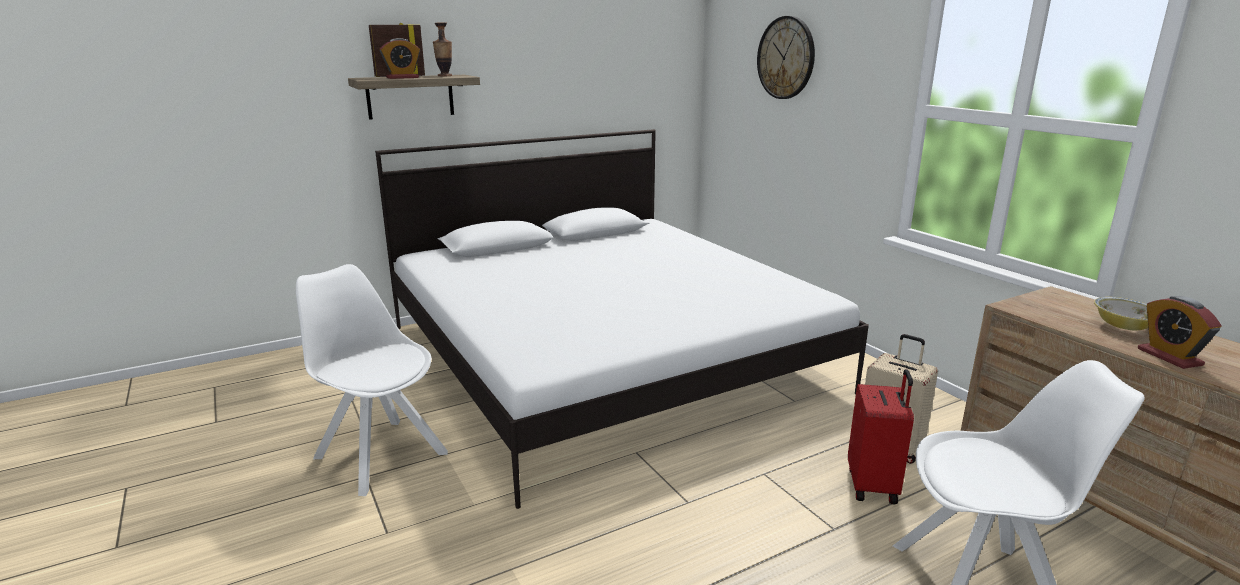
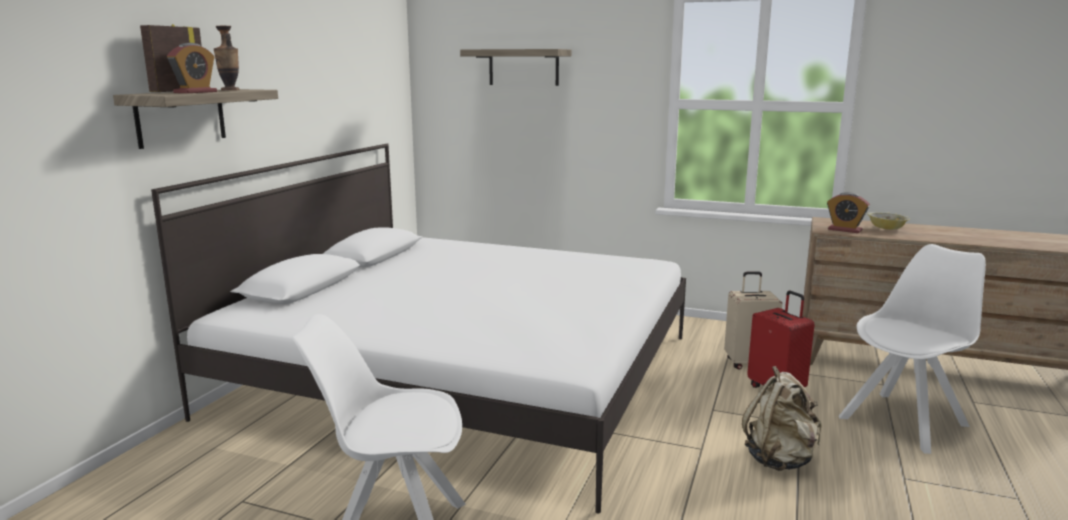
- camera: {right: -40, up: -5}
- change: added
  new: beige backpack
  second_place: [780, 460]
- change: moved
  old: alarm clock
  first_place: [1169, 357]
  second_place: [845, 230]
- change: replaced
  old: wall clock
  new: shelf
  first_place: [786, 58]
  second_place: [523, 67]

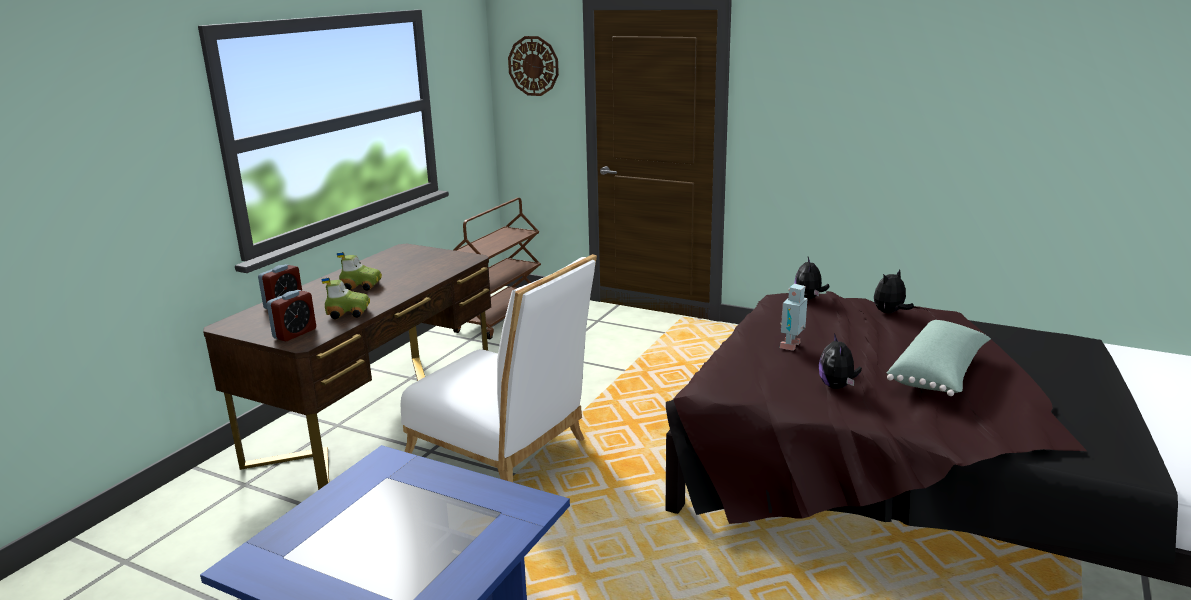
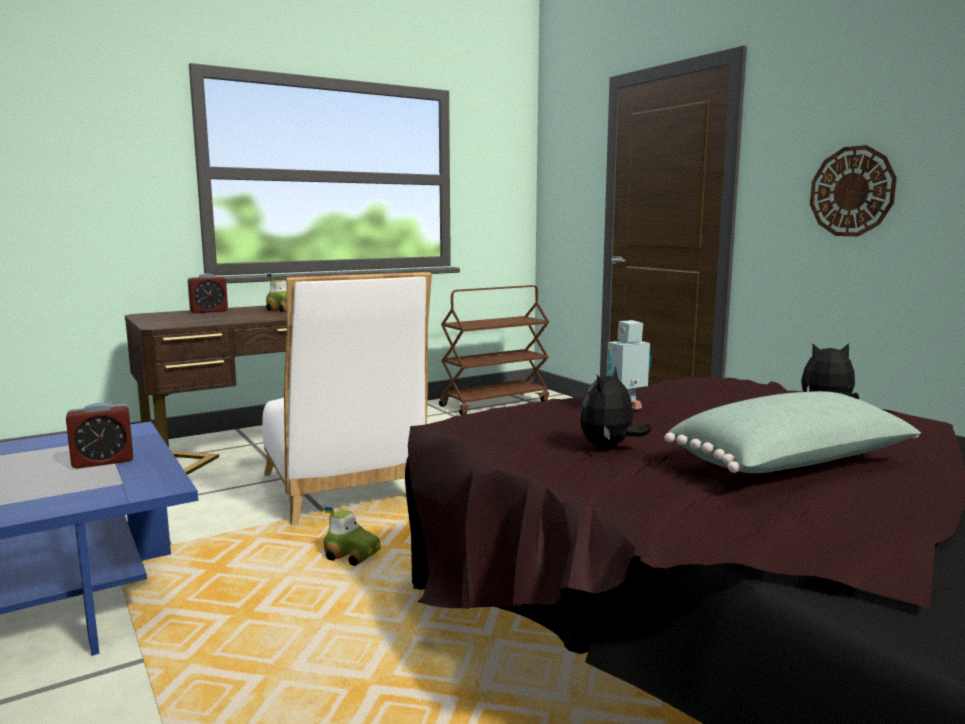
- camera: {right: 30, up: -10}
- change: removed
  old: plush toy
  first_place: [809, 298]
- change: moved
  old: alarm clock
  first_place: [295, 333]
  second_place: [103, 461]
- change: moved
  old: toy car
  first_place: [348, 313]
  second_place: [353, 555]
- change: moved
  old: wall clock
  first_place: [533, 66]
  second_place: [852, 191]

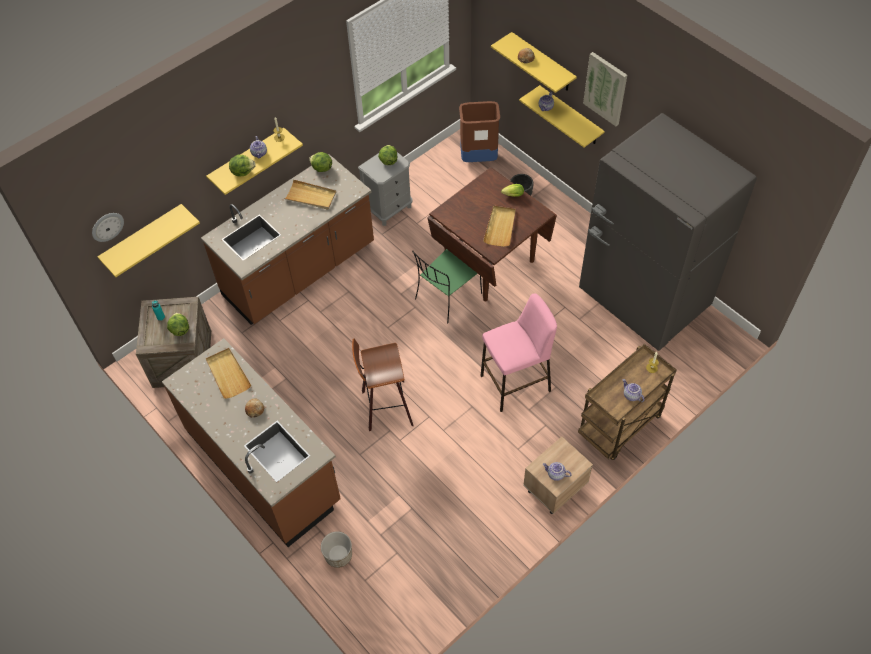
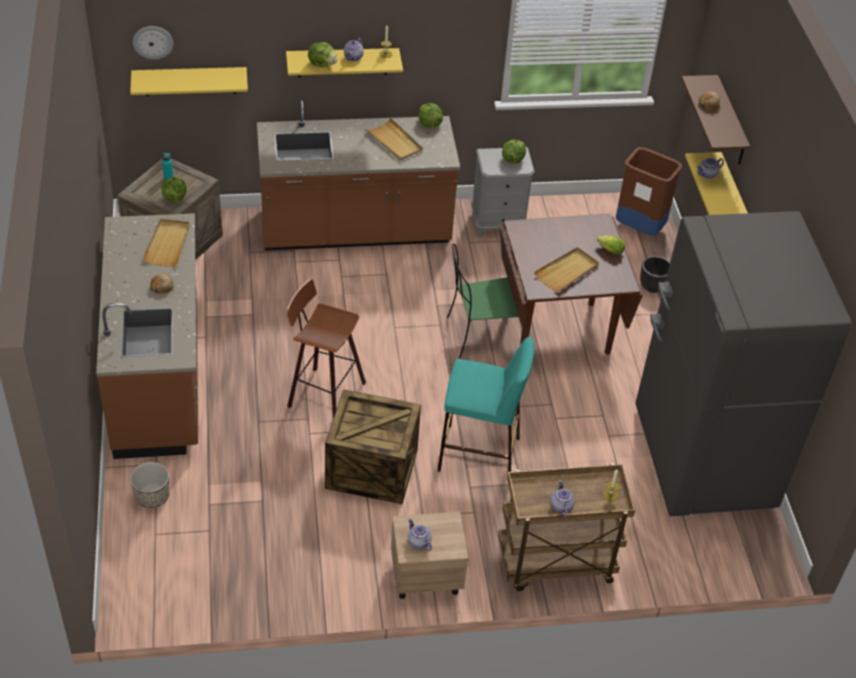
- camera: {right: 30, up: -10}
- change: removed
  old: picture
  first_place: [605, 88]
- change: added
  new: crate
  second_place: [371, 470]
- change: recoloured
  old: pink stool
  new: turquoise stool
  first_place: [516, 383]
  second_place: [479, 454]
- change: recoloured
  old: yellow shelf
  new: brown shelf
  first_place: [542, 63]
  second_place: [730, 122]

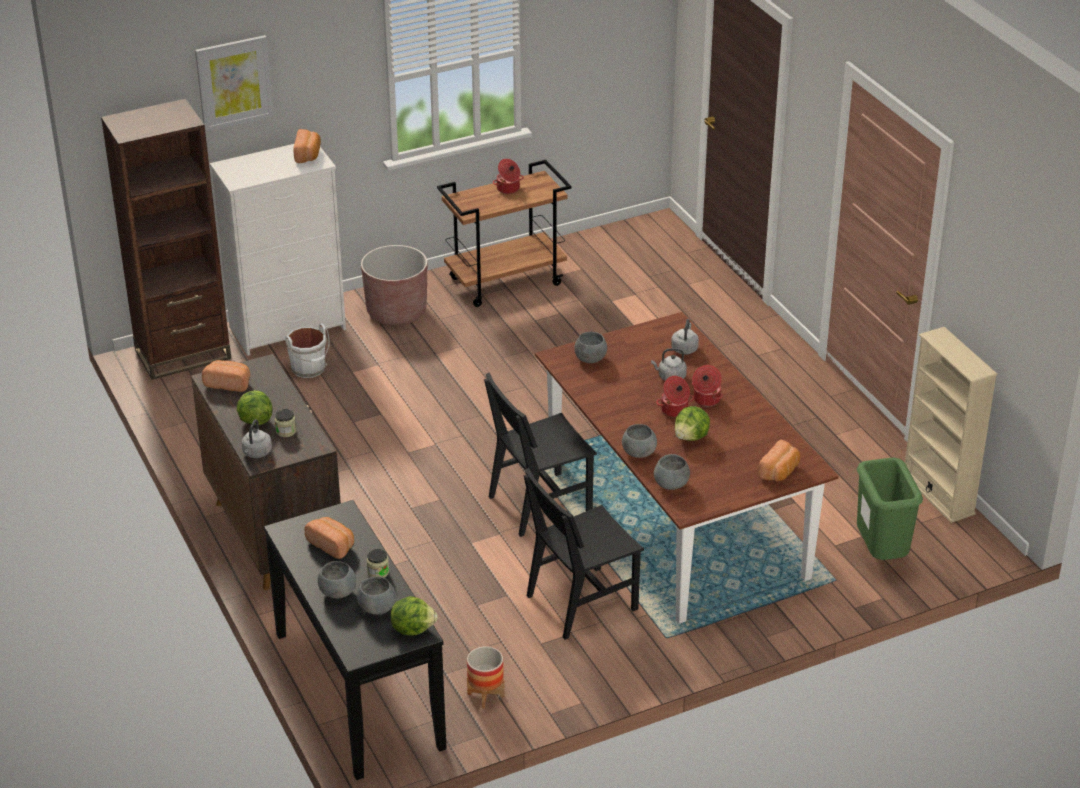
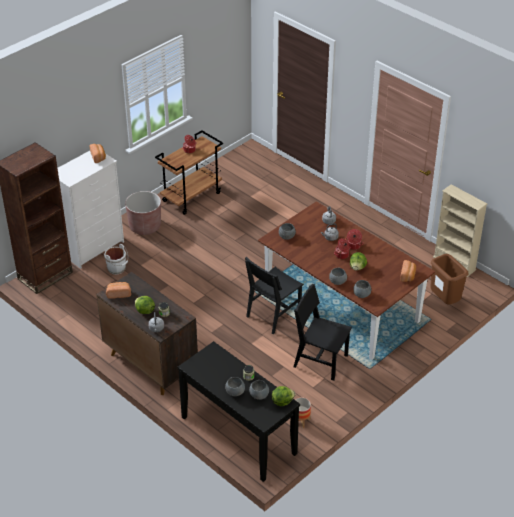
- camera: {right: -20, up: 5}
- change: removed
  old: picture
  first_place: [234, 82]
- change: removed
  old: bread
  first_place: [332, 545]
- change: recoloured
  old: green trash can
  new: brown trash can
  first_place: [881, 554]
  second_place: [445, 301]
- change: turned
  old: black chair
  first_place: [581, 602]
  second_place: [320, 361]
  degrees: 75

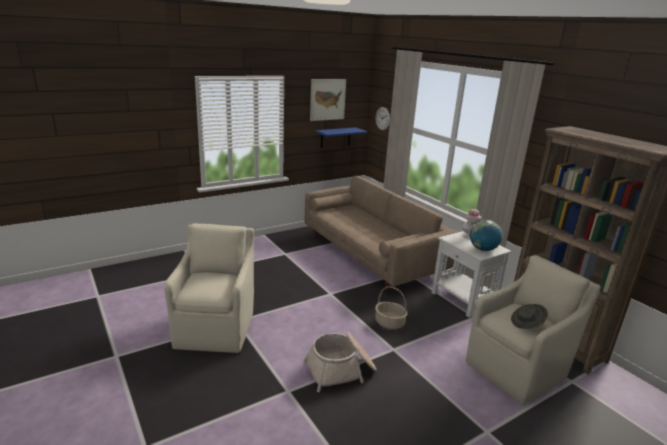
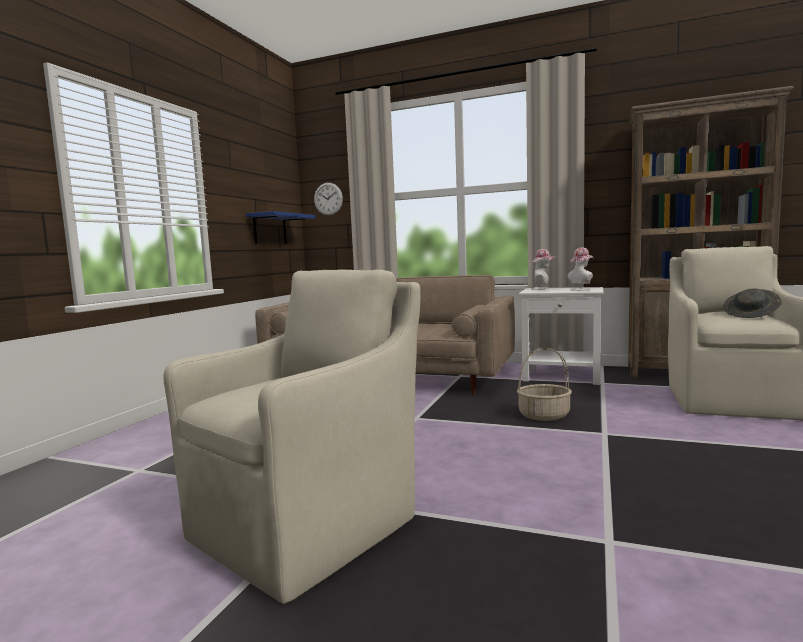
- camera: {right: -35, up: -15}
- change: removed
  old: basket
  first_place: [341, 370]
- change: removed
  old: picture
  first_place: [327, 99]
- change: replaced
  old: globe
  new: hat
  first_place: [483, 249]
  second_place: [581, 289]
- change: turned
  old: beige armchair
  first_place: [216, 328]
  second_place: [310, 525]
  degrees: 75

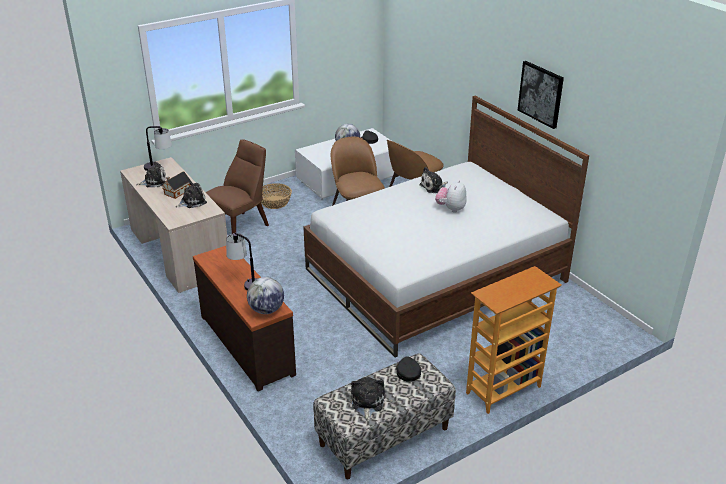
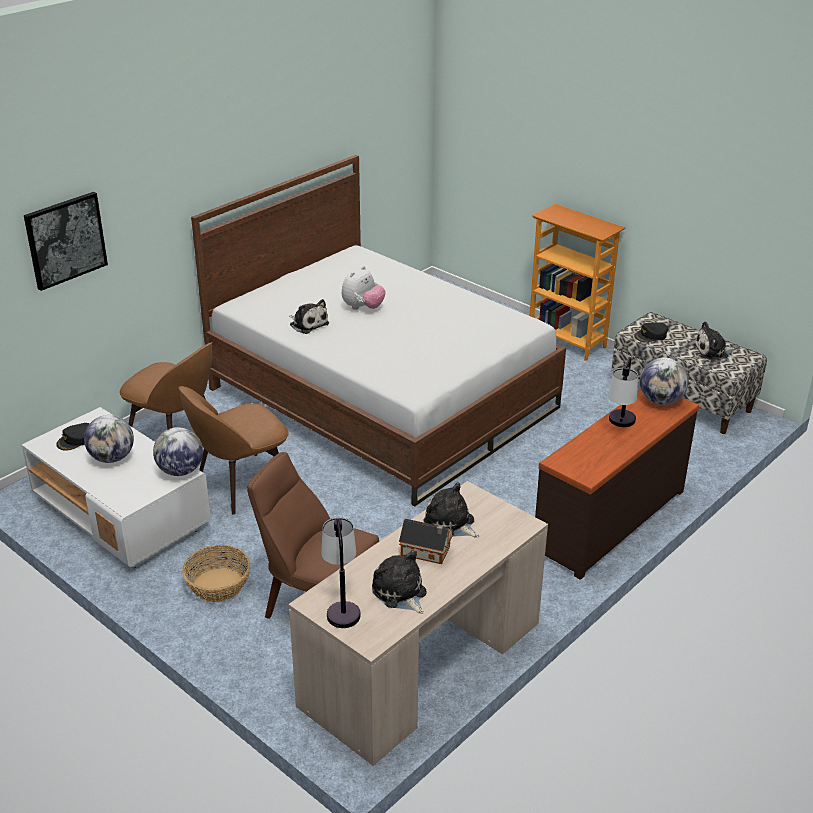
- camera: {right: -105, up: 0}
- change: added
  new: globe
  second_place: [180, 471]
- change: moved
  old: picture
  first_place: [541, 94]
  second_place: [65, 240]
- change: turned
  old: plush toy
  first_place: [451, 209]
  second_place: [363, 308]
  degrees: -60

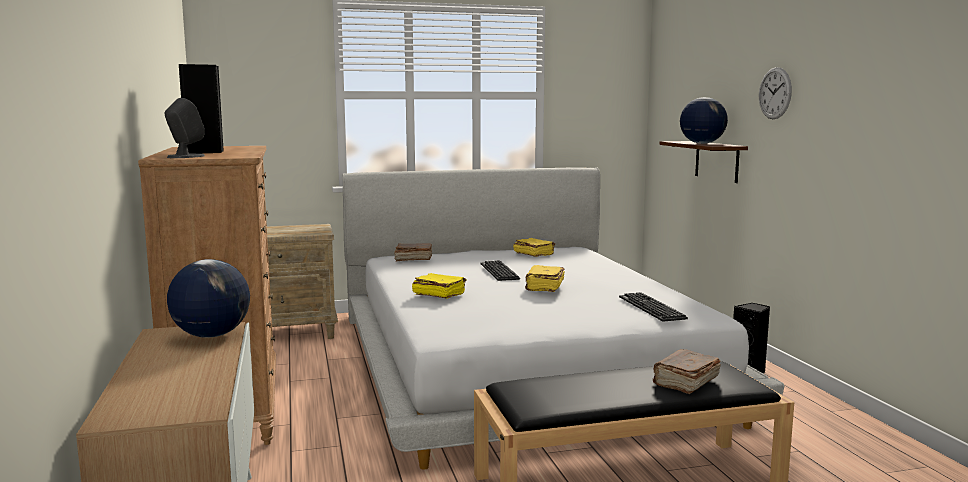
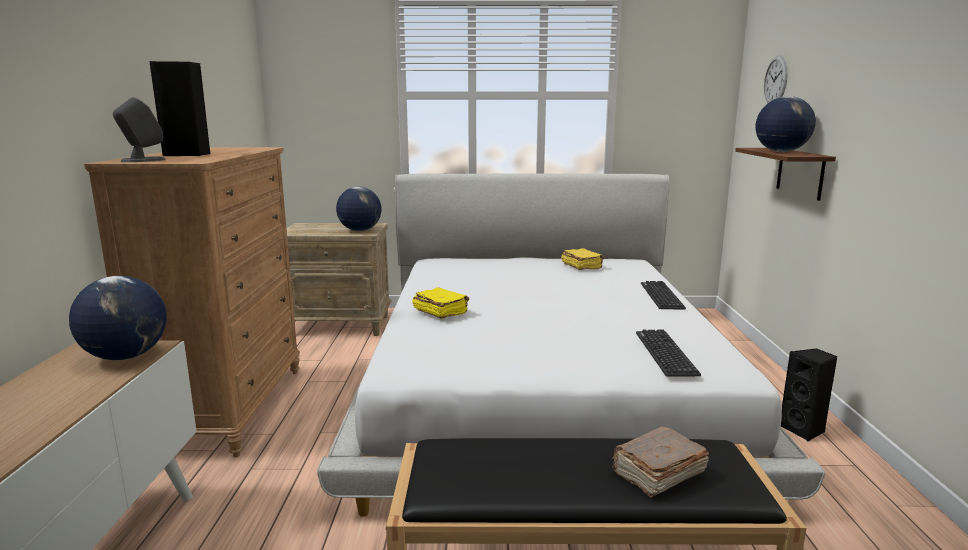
- camera: {right: 15, up: 5}
- change: removed
  old: brown book
  first_place: [413, 259]
- change: removed
  old: yellow book
  first_place: [544, 286]
- change: added
  new: globe
  second_place: [359, 230]
- change: moved
  old: keyboard
  first_place: [499, 271]
  second_place: [661, 296]
- change: moved
  old: wall clock
  first_place: [775, 93]
  second_place: [775, 81]

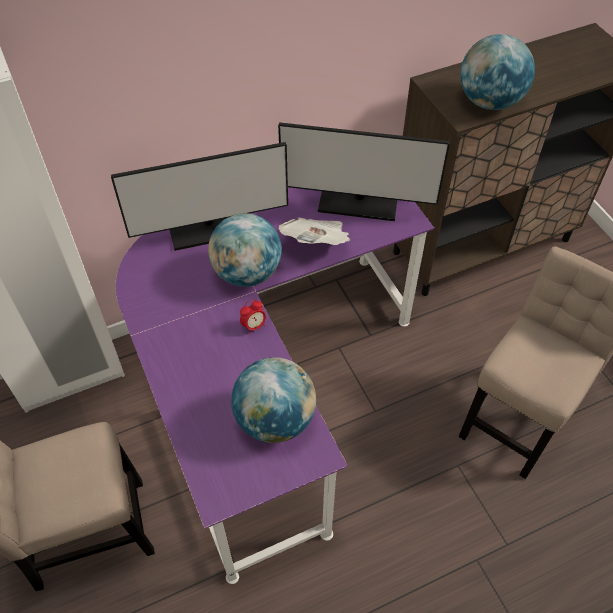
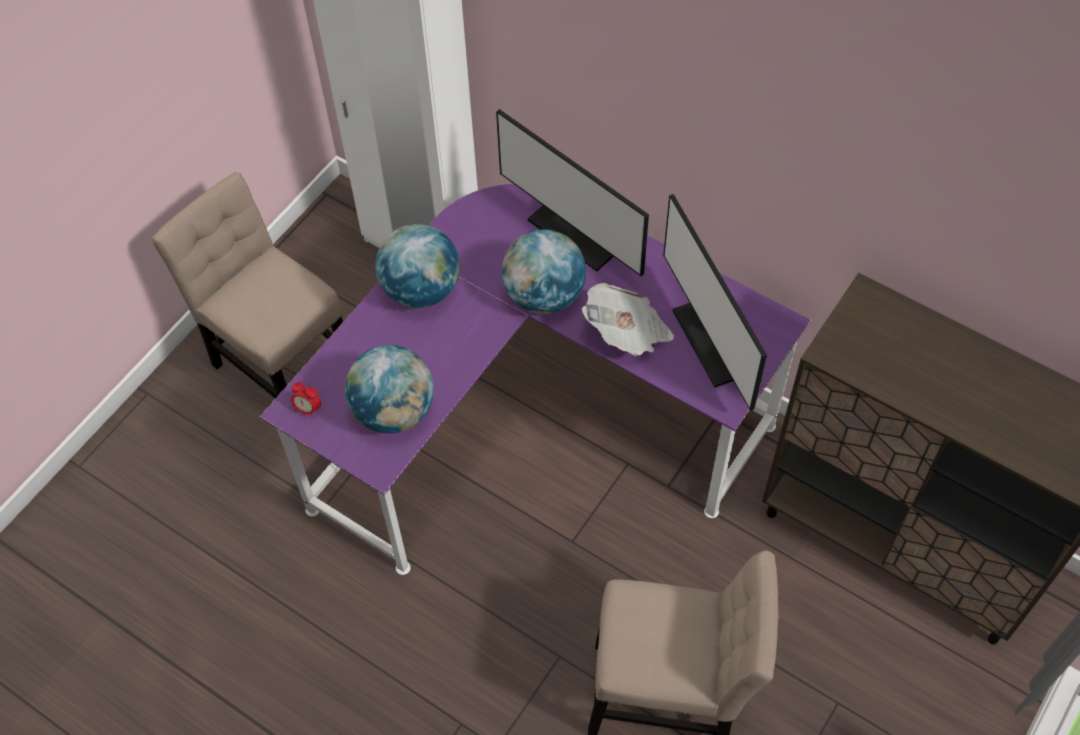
- camera: {right: 60, up: 5}
- change: moved
  old: alarm clock
  first_place: [254, 326]
  second_place: [308, 409]
- change: moved
  old: globe
  first_place: [489, 102]
  second_place: [421, 289]

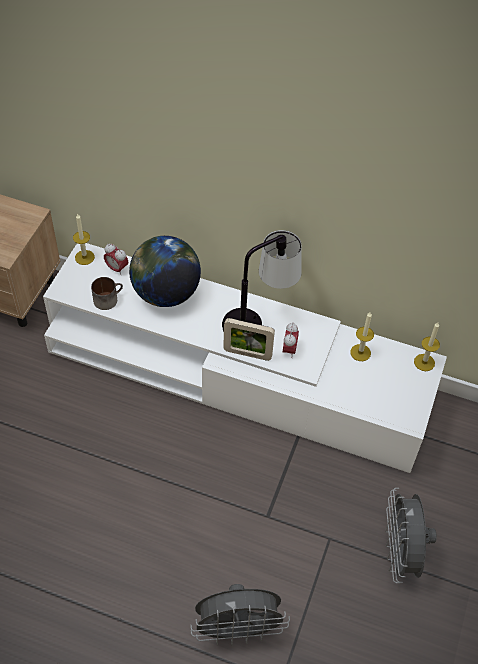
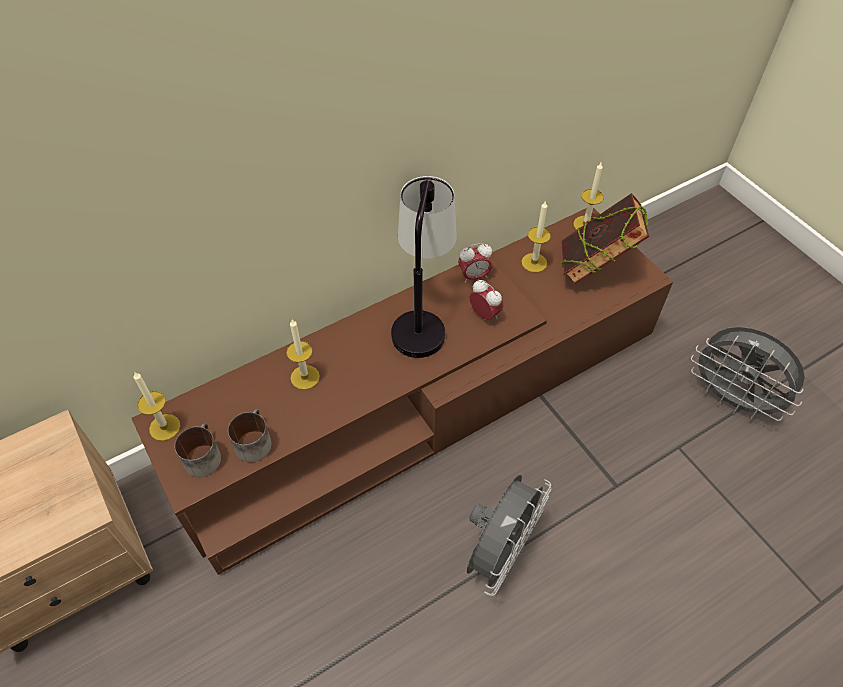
- camera: {right: -50, up: 0}
- change: removed
  old: picture frame
  first_place: [247, 354]
- change: added
  new: mug
  second_place: [202, 455]
- change: added
  new: book
  second_place: [595, 267]
- change: moved
  old: alarm clock
  first_place: [117, 268]
  second_place: [474, 276]
- change: moved
  old: grey fan
  first_place: [238, 629]
  second_place: [499, 552]
- change: replaced
  old: globe
  new: candle
  first_place: [166, 293]
  second_place: [305, 377]
- change: recoloured
  old: white tv stand
  new: brown tv stand
  first_place: [237, 374]
  second_place: [421, 398]

